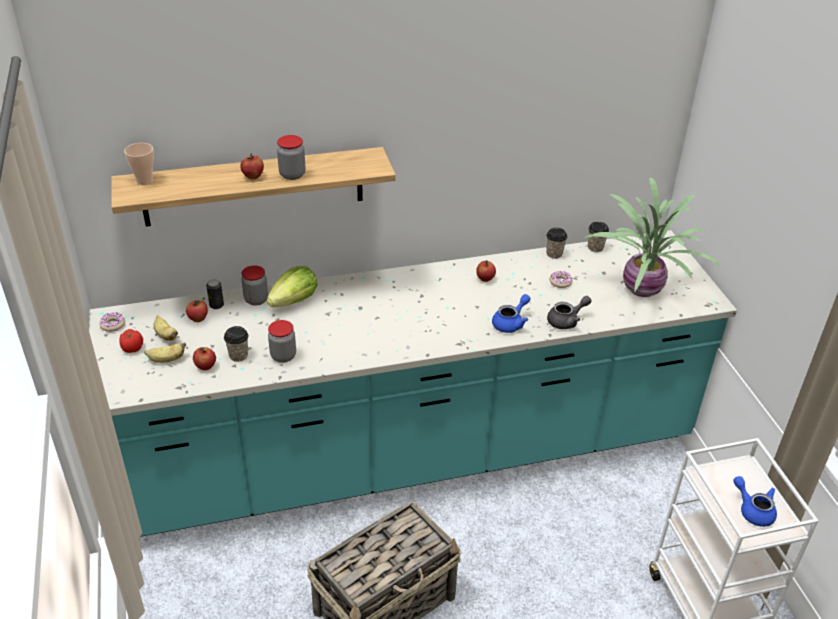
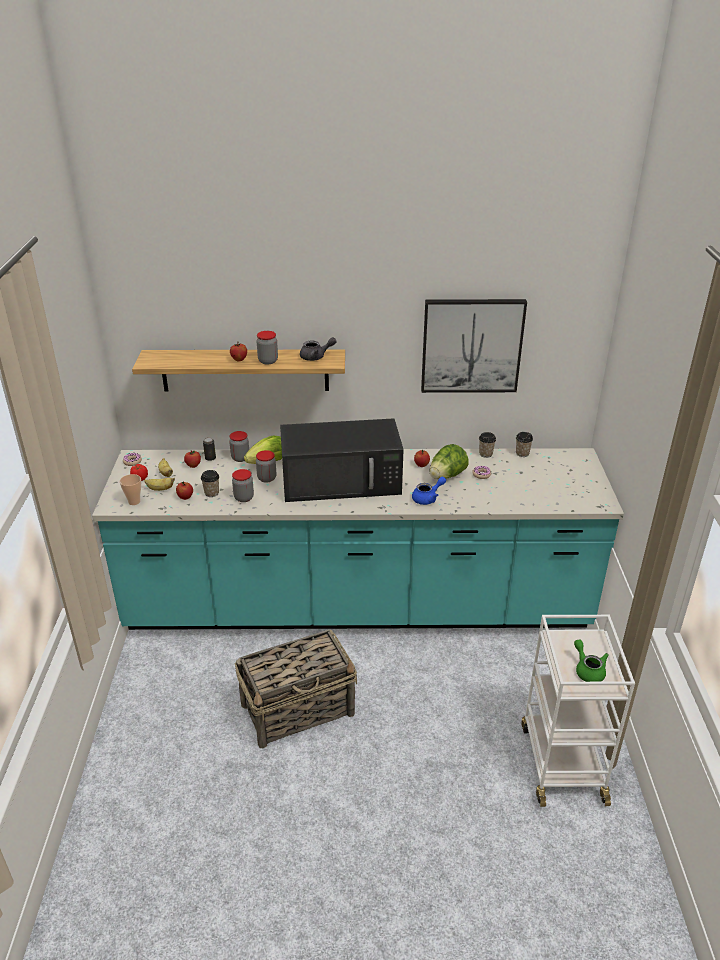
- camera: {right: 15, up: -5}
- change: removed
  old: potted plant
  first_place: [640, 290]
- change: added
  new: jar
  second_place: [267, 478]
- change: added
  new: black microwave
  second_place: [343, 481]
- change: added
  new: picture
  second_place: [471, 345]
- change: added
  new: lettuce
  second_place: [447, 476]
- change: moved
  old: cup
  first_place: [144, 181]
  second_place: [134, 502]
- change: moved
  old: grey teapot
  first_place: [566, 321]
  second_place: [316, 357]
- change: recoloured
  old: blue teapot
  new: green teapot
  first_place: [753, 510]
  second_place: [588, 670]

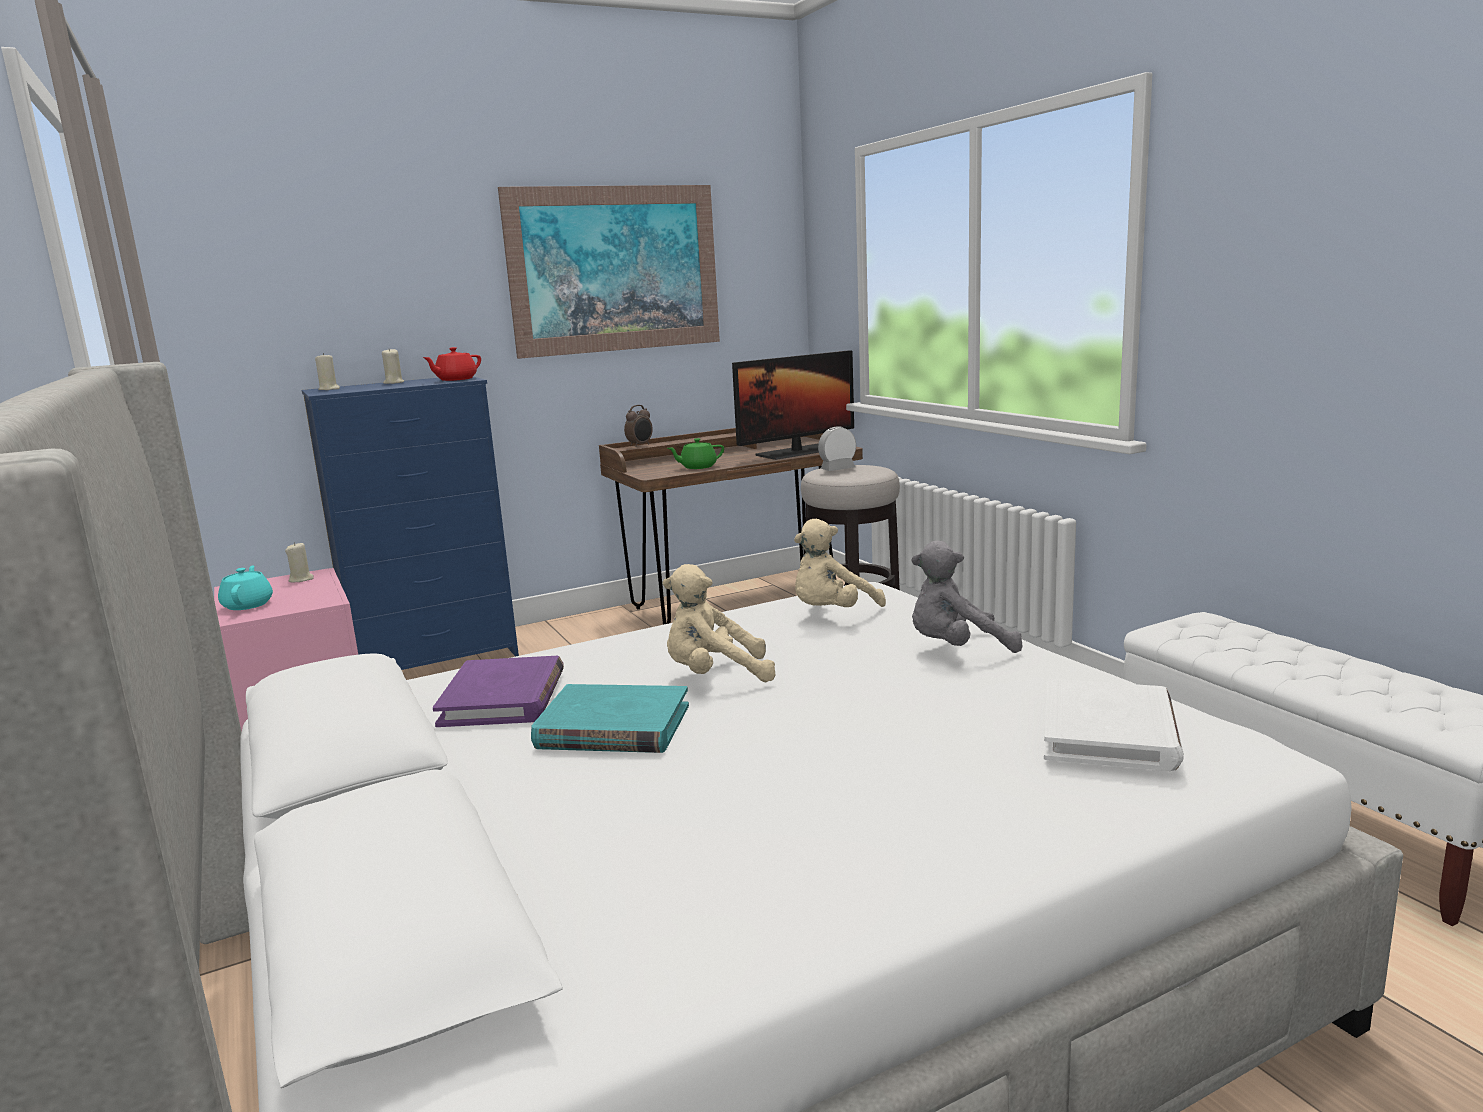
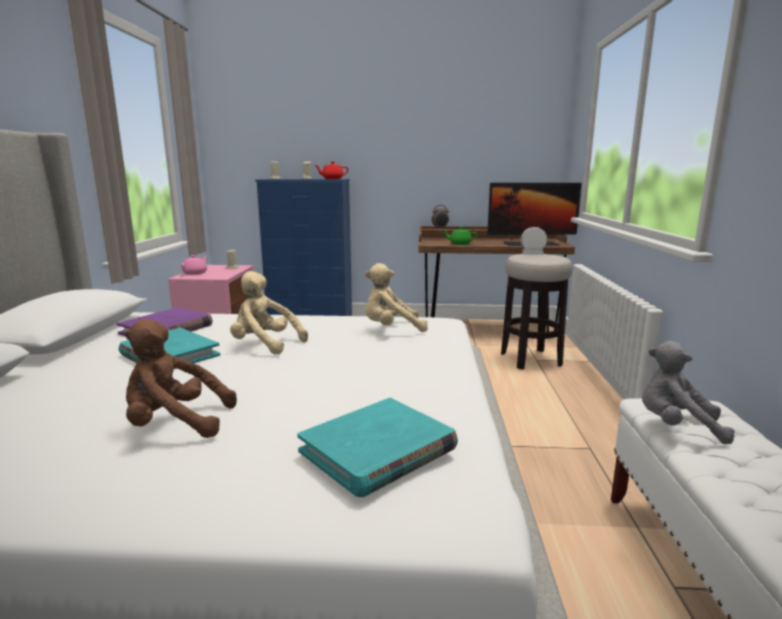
- camera: {right: 30, up: 0}
- change: removed
  old: picture
  first_place: [615, 269]
- change: added
  new: brown plush toy
  second_place: [175, 424]
- change: moved
  old: grey plush toy
  first_place: [957, 649]
  second_place: [676, 427]
- change: recoloured
  old: turquoise teapot
  new: pink teapot
  first_place: [248, 605]
  second_place: [195, 273]
- change: recoloured
  old: white book
  new: turquoise book
  first_place: [1109, 732]
  second_place: [378, 450]

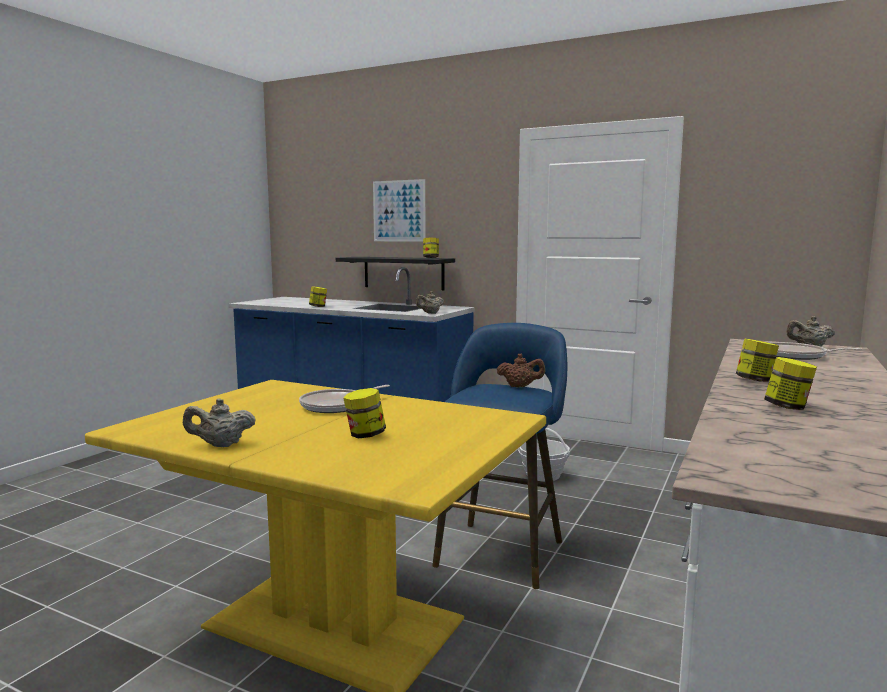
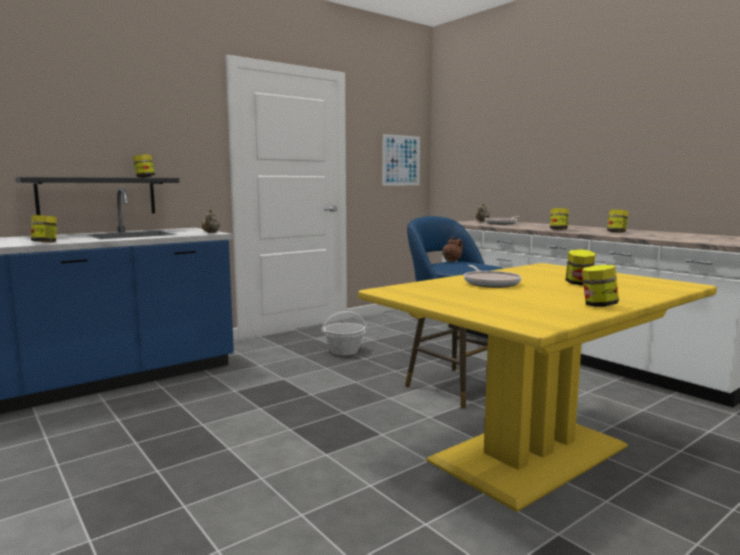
- camera: {right: -65, up: 0}
- change: moved
  old: picture
  first_place: [399, 211]
  second_place: [401, 160]
- change: replaced
  old: beige teapot
  new: jar
  first_place: [221, 445]
  second_place: [598, 305]

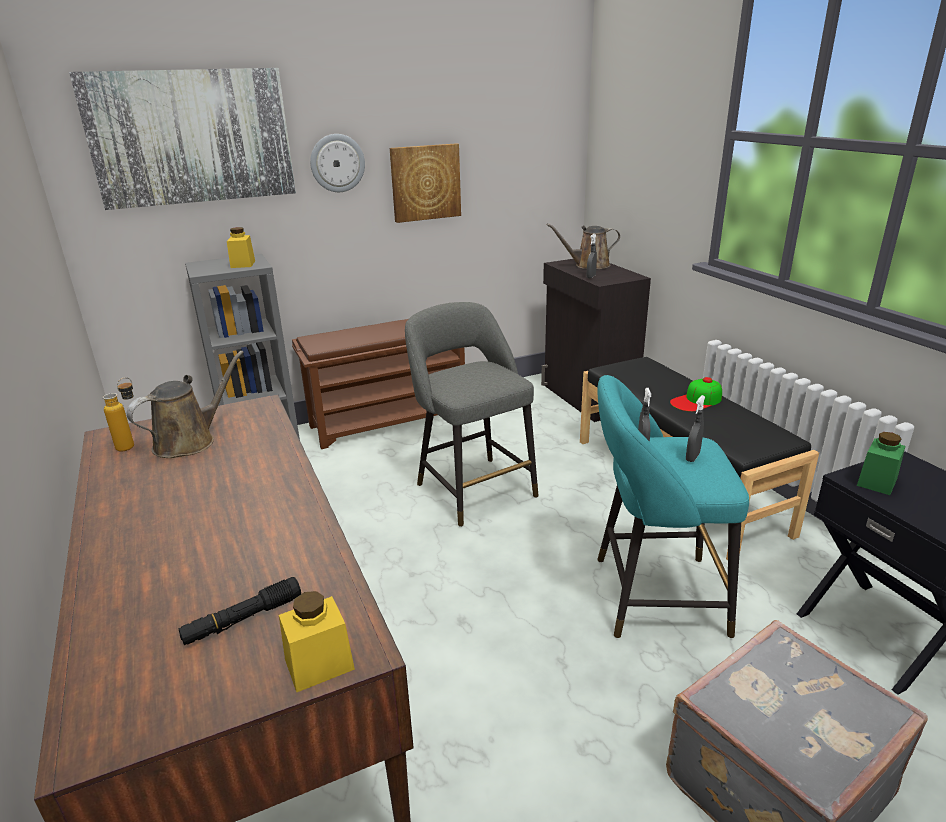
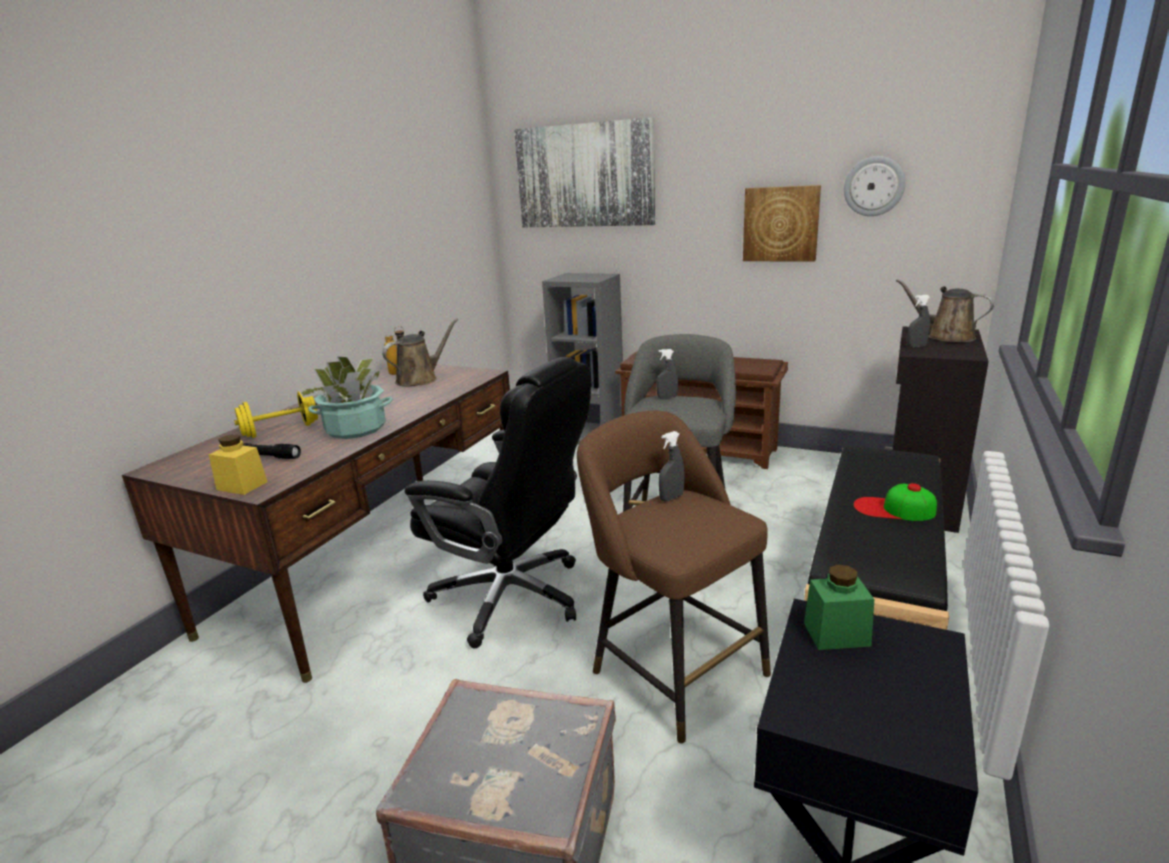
- camera: {right: 50, up: -5}
- change: removed
  old: yellow jar
  first_place: [243, 264]
- change: added
  new: yellow dumbbell
  second_place: [281, 430]
- change: added
  new: potted plant
  second_place: [355, 429]
- change: added
  new: black office chair
  second_place: [512, 596]
- change: moved
  old: wall clock
  first_place: [337, 163]
  second_place: [874, 186]
- change: moved
  old: grey spray bottle
  first_place: [692, 457]
  second_place: [667, 397]
- change: recoloured
  old: turquoise stool
  new: brown stool
  first_place: [651, 596]
  second_place: [672, 668]
- change: turned
  old: brown watering can
  first_place: [190, 441]
  second_place: [420, 379]
  degrees: -45

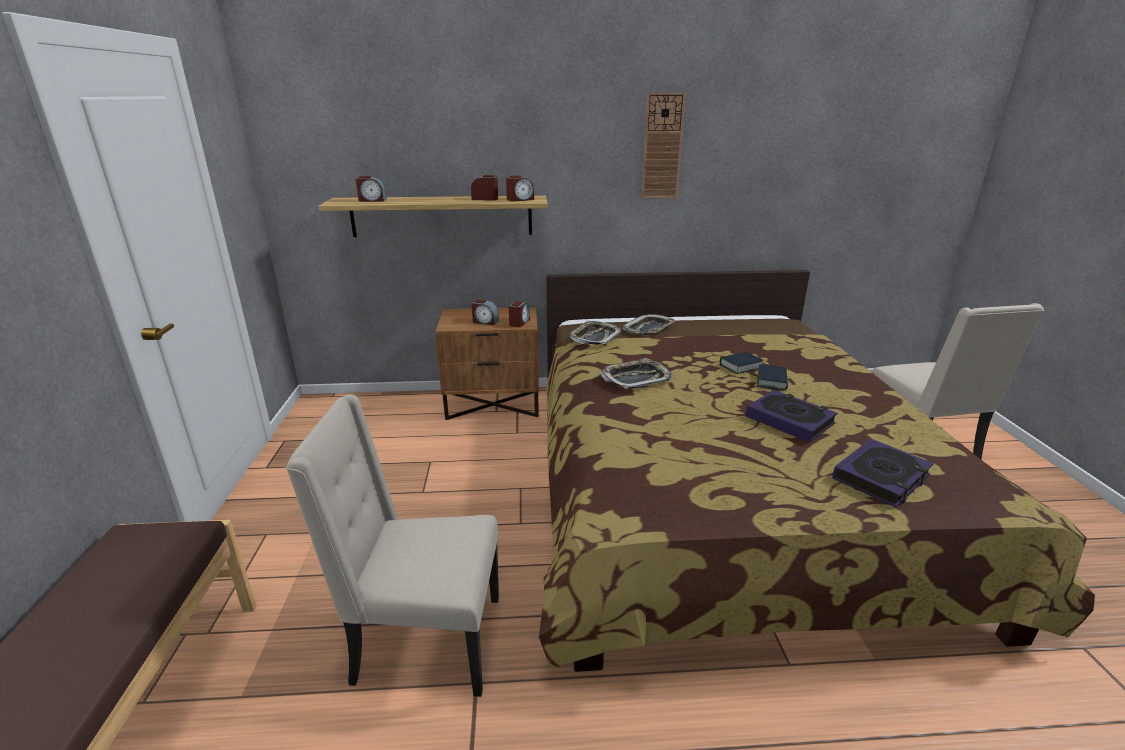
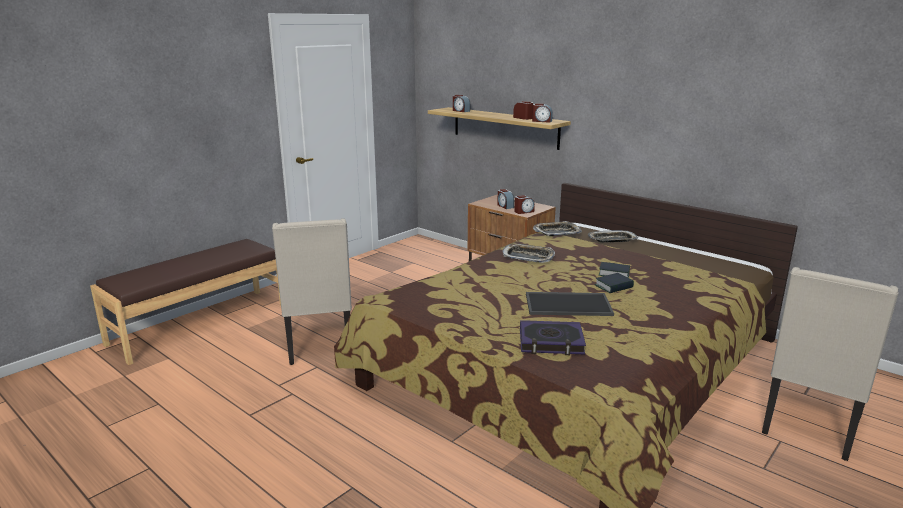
- camera: {right: 45, up: -5}
- change: removed
  old: wall clock
  first_place: [662, 146]
- change: replaced
  old: book
  new: tray
  first_place: [789, 420]
  second_place: [568, 304]
- change: turned
  old: beige chair
  first_place: [425, 642]
  second_place: [320, 345]
  degrees: -150

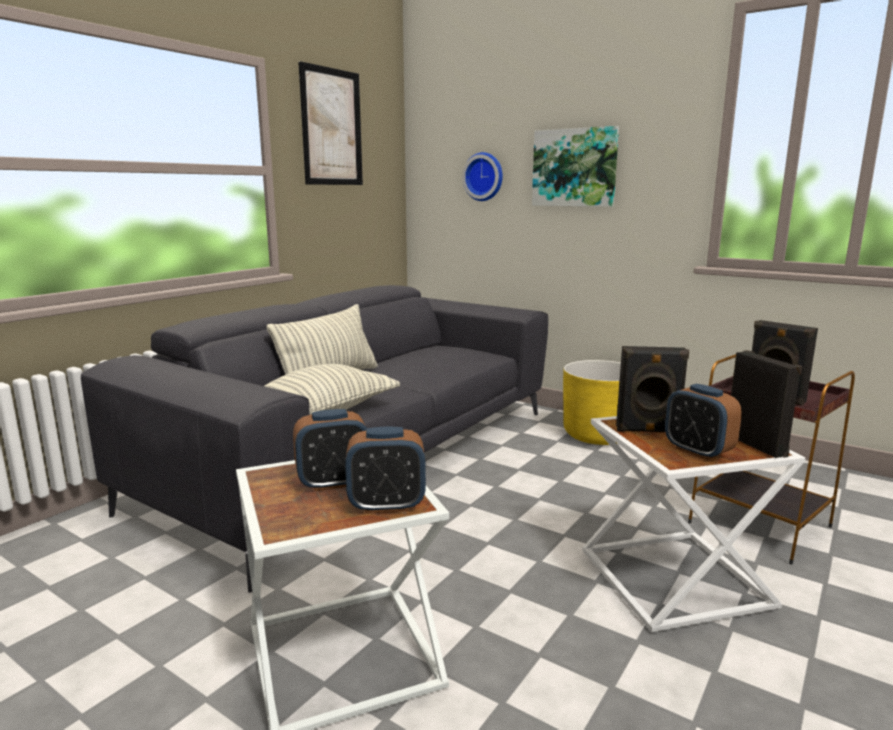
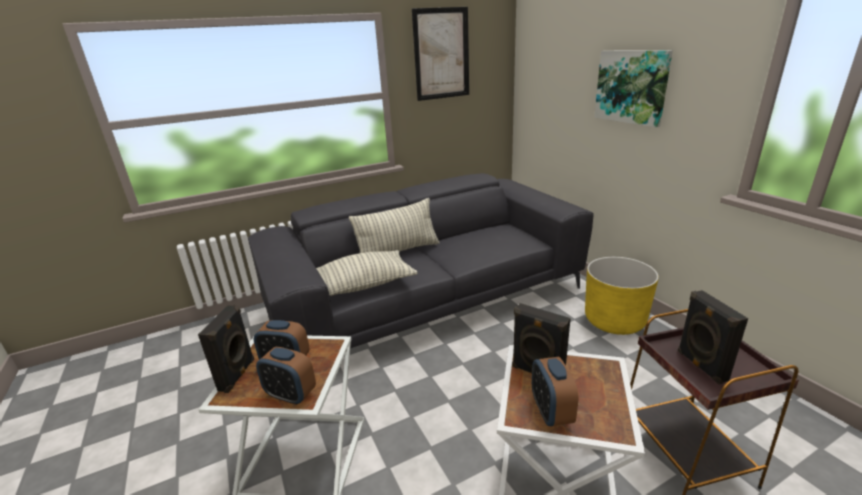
- camera: {right: 30, up: 10}
- change: removed
  old: wall clock
  first_place: [484, 177]
- change: moved
  old: black speaker
  first_place: [757, 445]
  second_place: [238, 375]

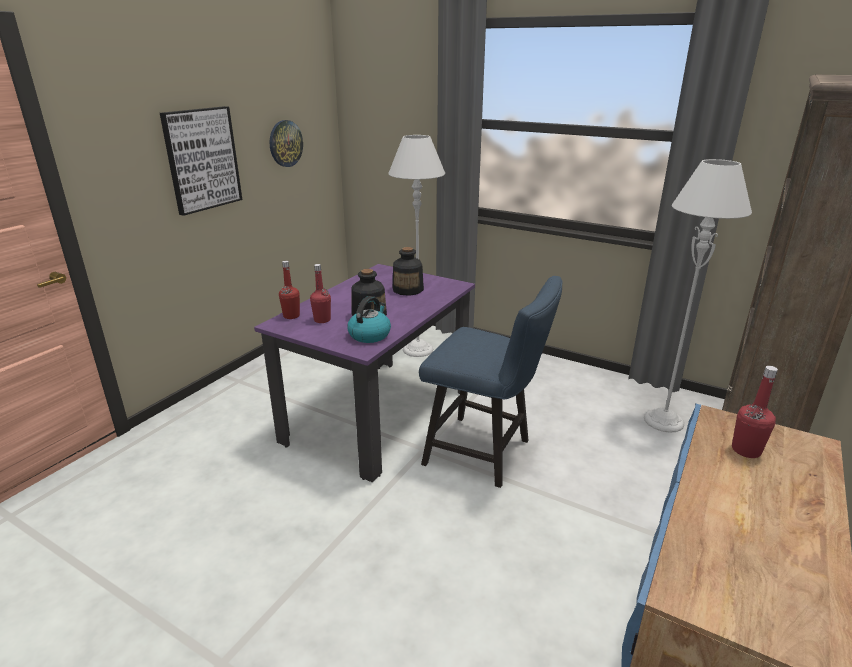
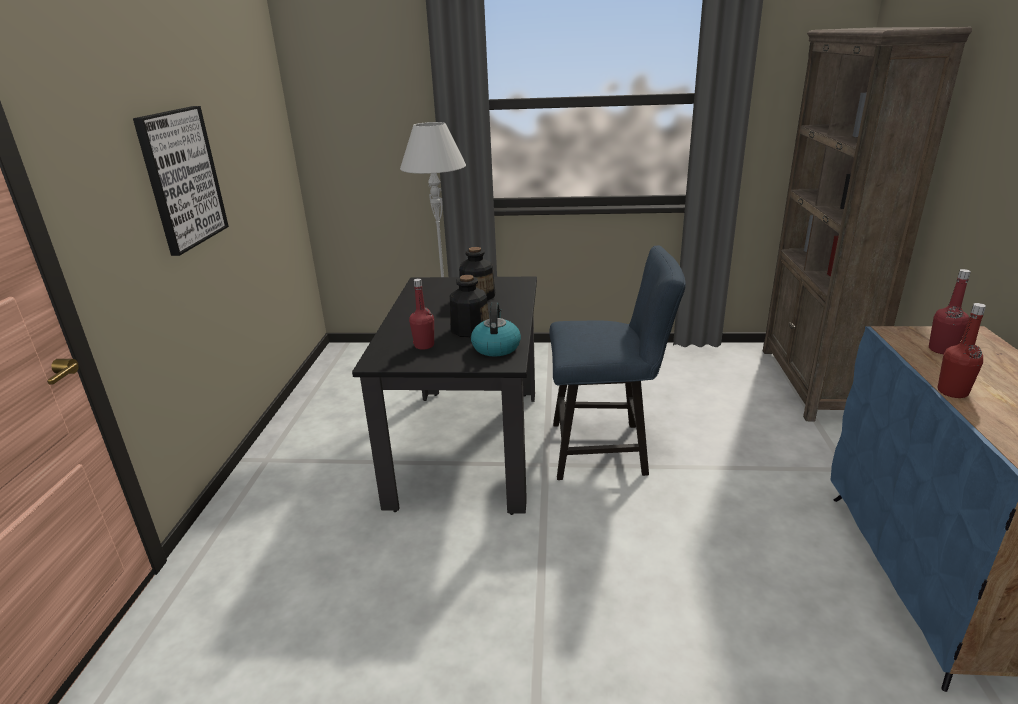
- camera: {right: -25, up: 0}
- change: removed
  old: wall clock
  first_place: [285, 143]
- change: removed
  old: grey floor lamp
  first_place: [663, 421]
- change: moved
  old: red bottle
  first_place: [291, 316]
  second_place: [952, 392]
- change: recoloured
  old: purple dining table
  new: black dining table
  first_place: [378, 414]
  second_place: [468, 445]

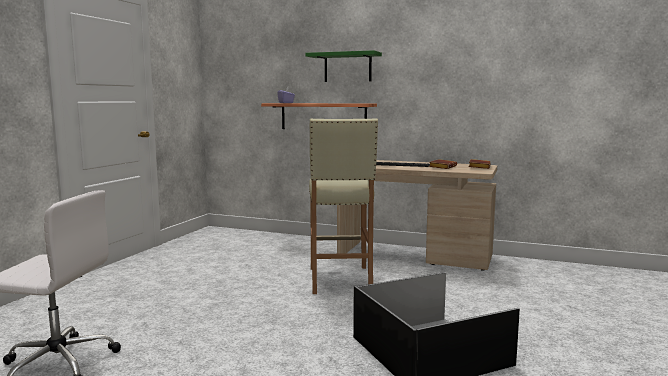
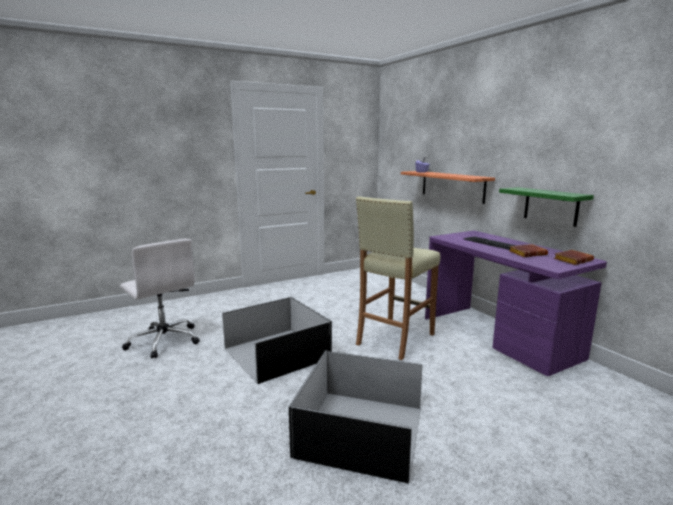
- camera: {right: 40, up: 5}
- change: added
  new: black storage box
  second_place: [276, 353]
- change: moved
  old: green shelf
  first_place: [347, 67]
  second_place: [551, 206]
- change: recoloured
  old: beige desk
  new: purple desk
  first_place: [415, 256]
  second_place: [498, 337]

